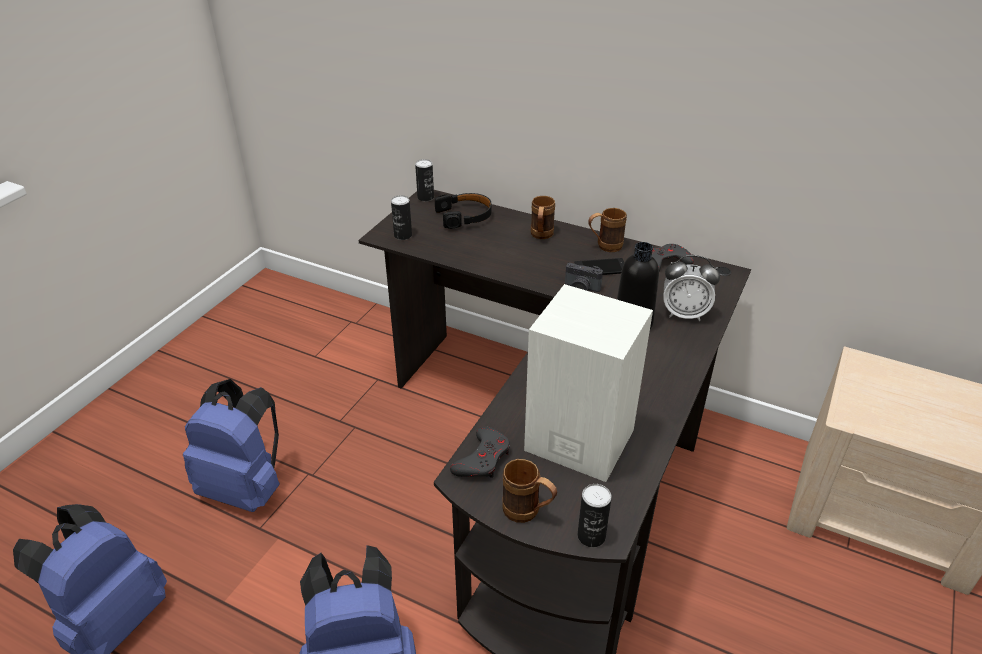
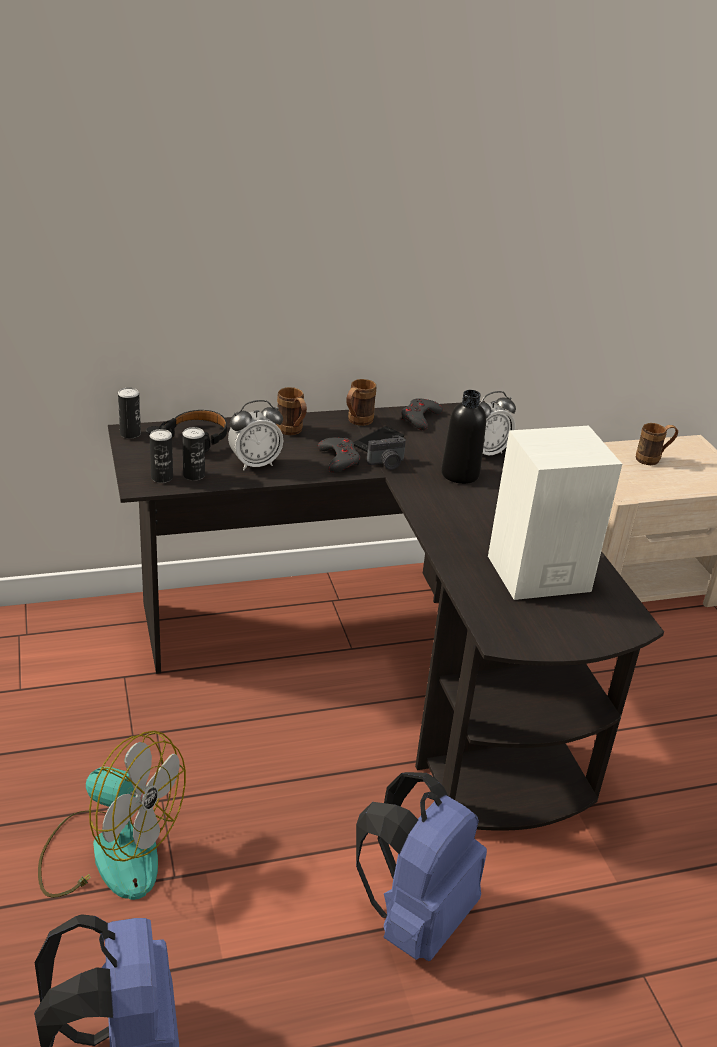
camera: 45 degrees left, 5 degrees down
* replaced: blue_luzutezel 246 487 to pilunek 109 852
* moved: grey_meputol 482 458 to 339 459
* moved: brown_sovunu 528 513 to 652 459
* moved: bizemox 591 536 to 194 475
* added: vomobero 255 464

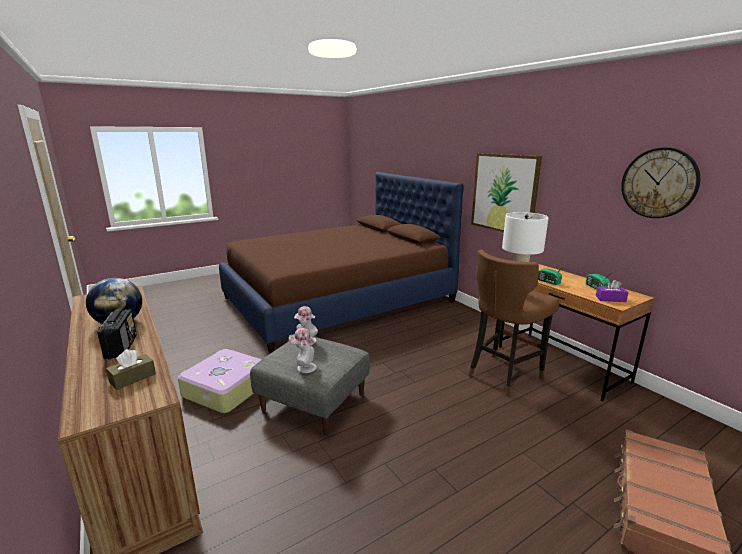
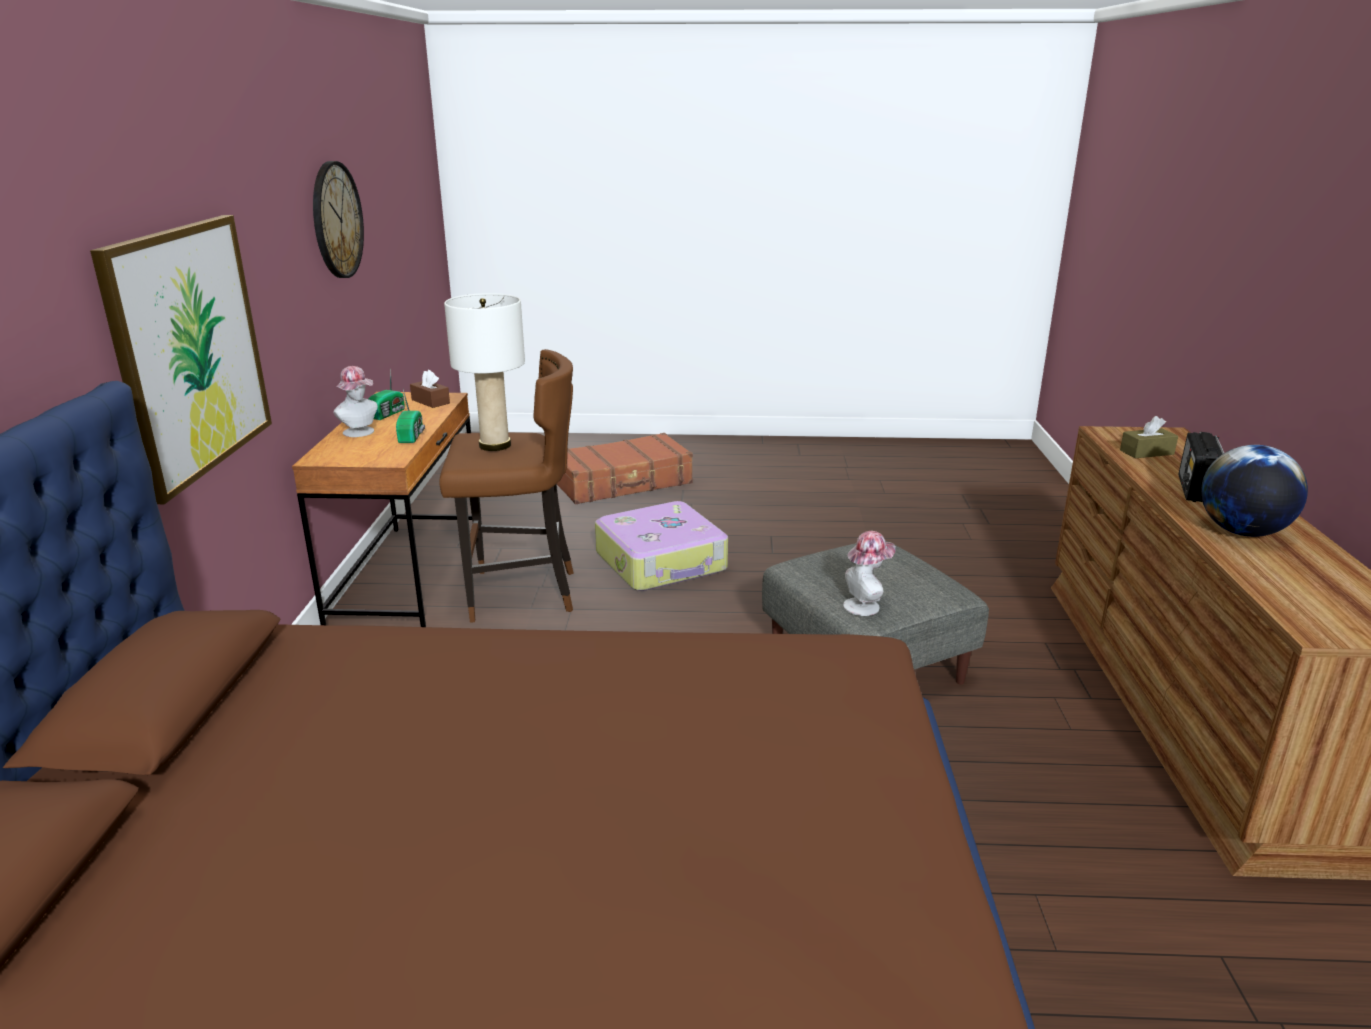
camera: 145 degrees left, 5 degrees up
* recoloured: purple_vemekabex 610 299 to brown_vemekabex 430 401
* moved: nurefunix 304 367 to 361 433
* moved: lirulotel 225 389 to 662 562

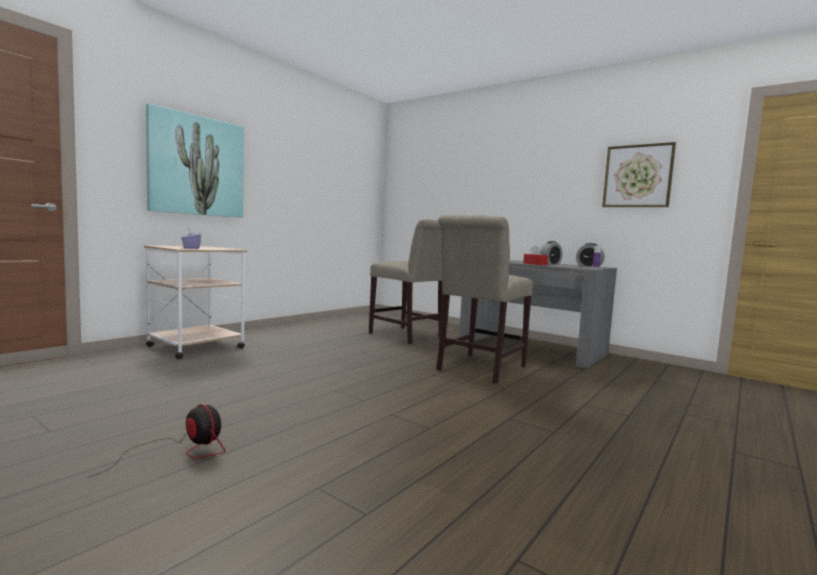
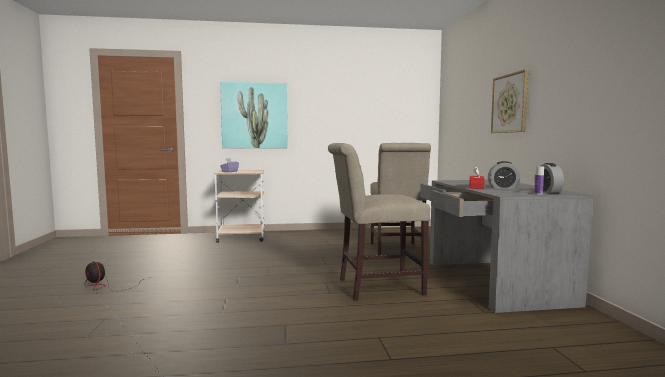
camera: 45 degrees right, 0 degrees up
* moved: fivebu 637 176 to 509 103
* turned: pilunek 181 451 = 108 286 135 degrees clockwise

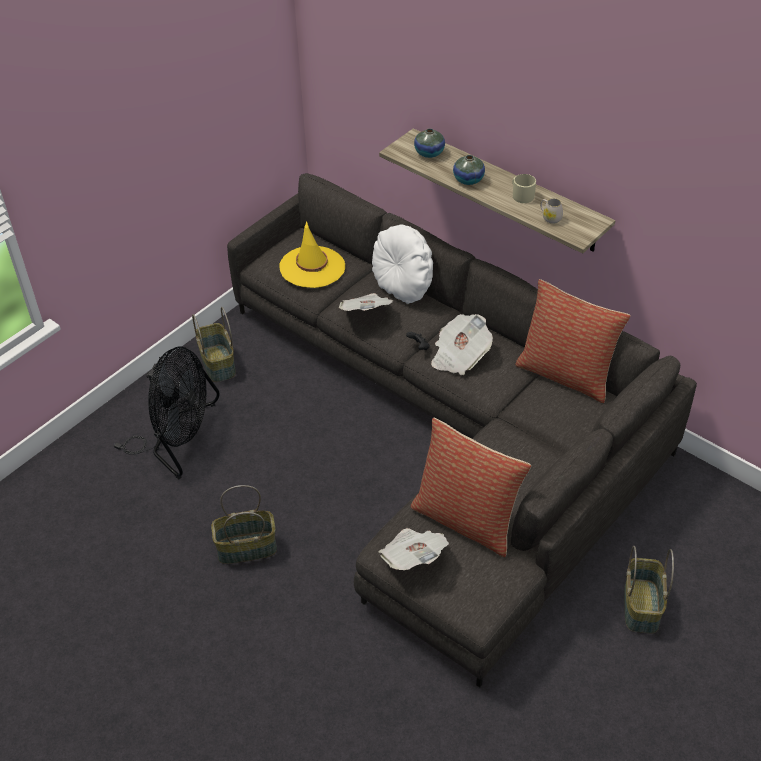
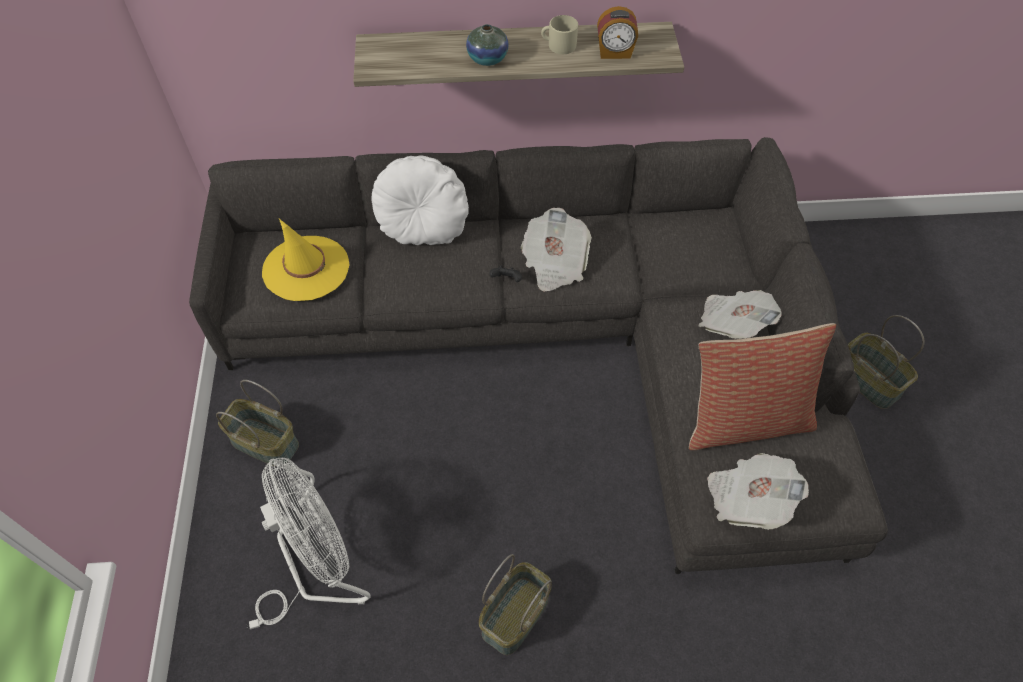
camera: 45 degrees left, 10 degrees up
* removed: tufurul 429 153
* replaced: white_sovunu 550 217 to vomobero 614 53
* removed: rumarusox 566 374
* moved: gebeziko 366 313 to 733 323
* recoloured: black_pilunek 176 439 to white_pilunek 312 562

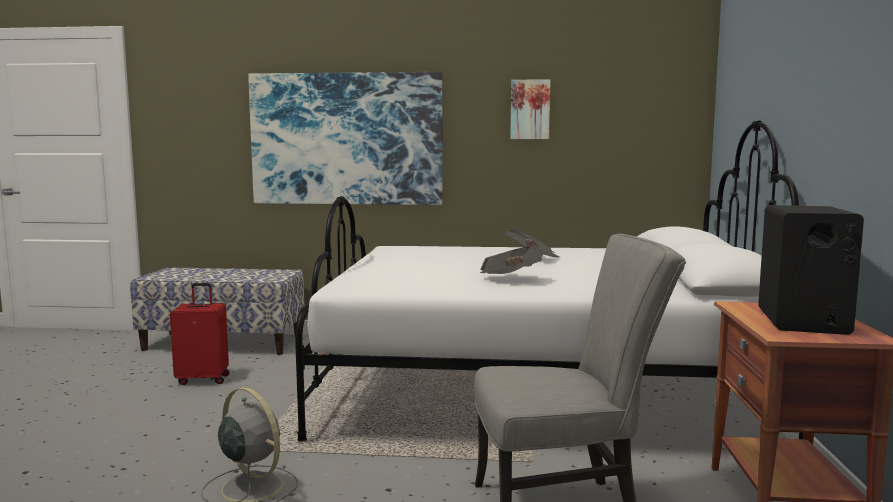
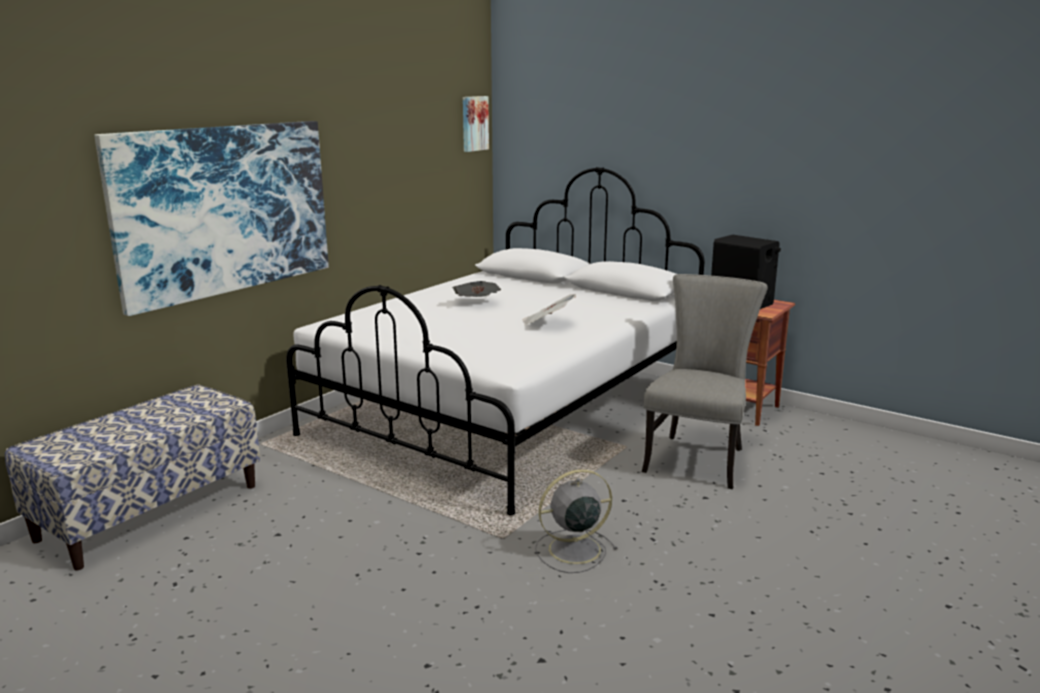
camera: 60 degrees left, 10 degrees up
* moved: fivebu 530 109 to 474 123
* removed: red_lirulotel 203 379

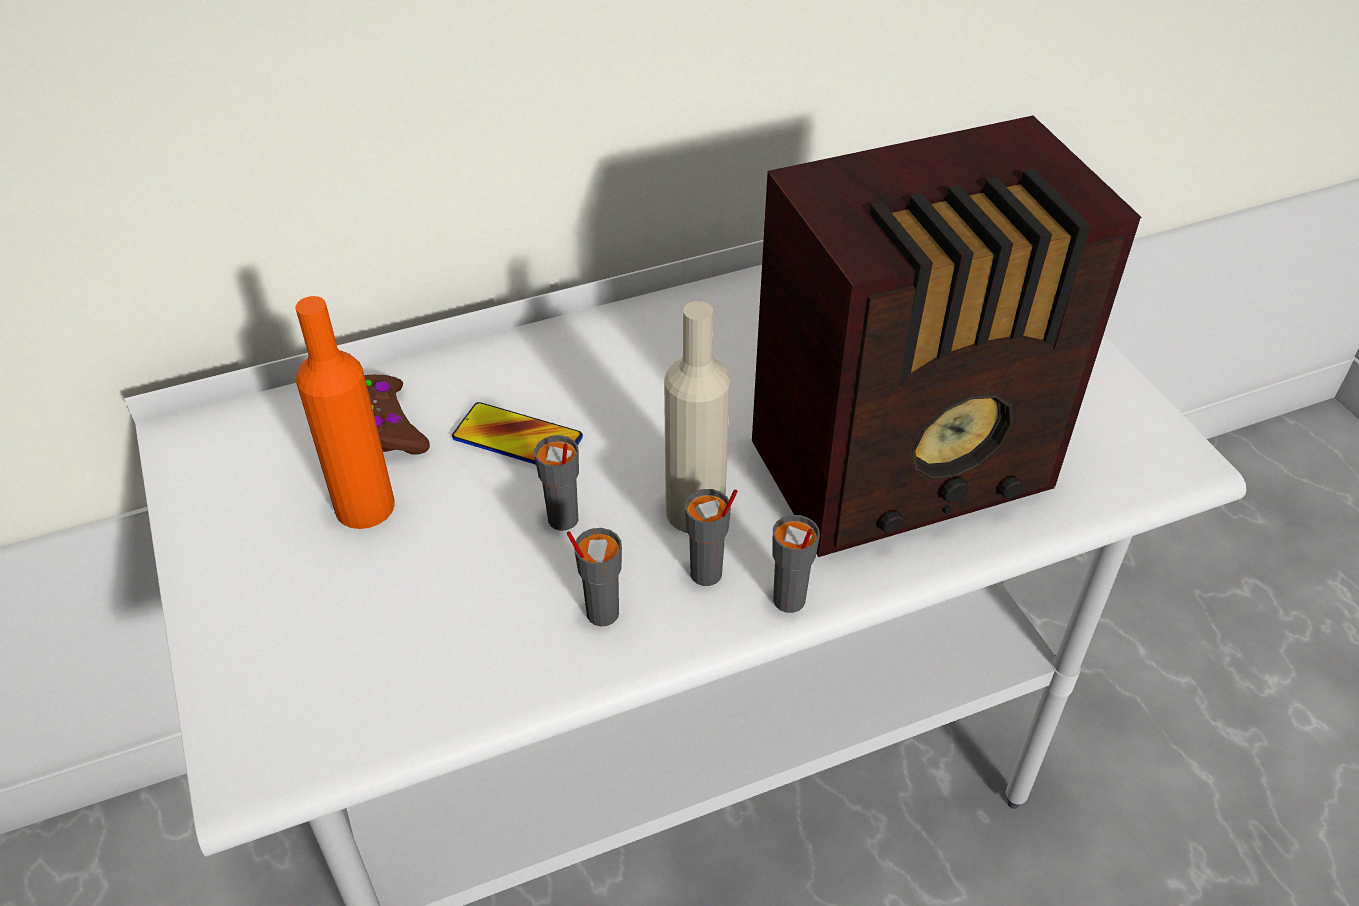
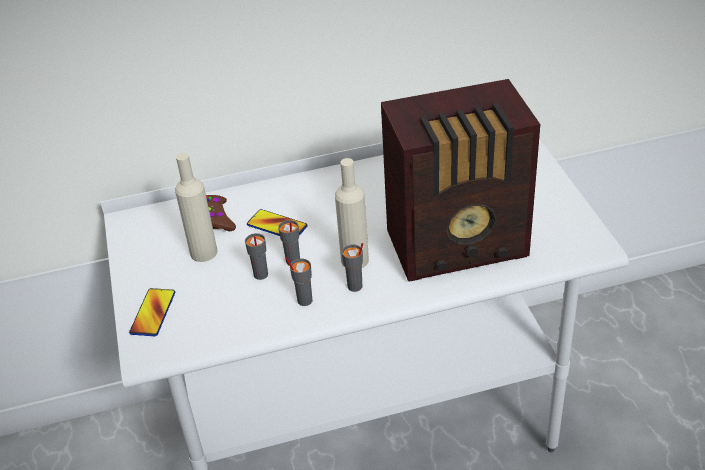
camera: 10 degrees right, 5 degrees down
* recoloured: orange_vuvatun 365 506 to beige_vuvatun 203 252
* moved: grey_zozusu 788 601 to 260 275
* added: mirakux 153 313

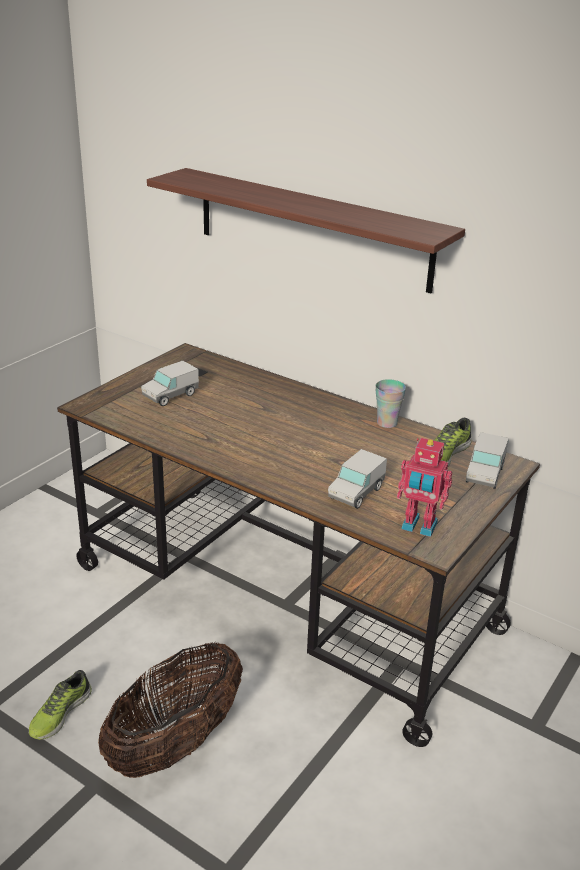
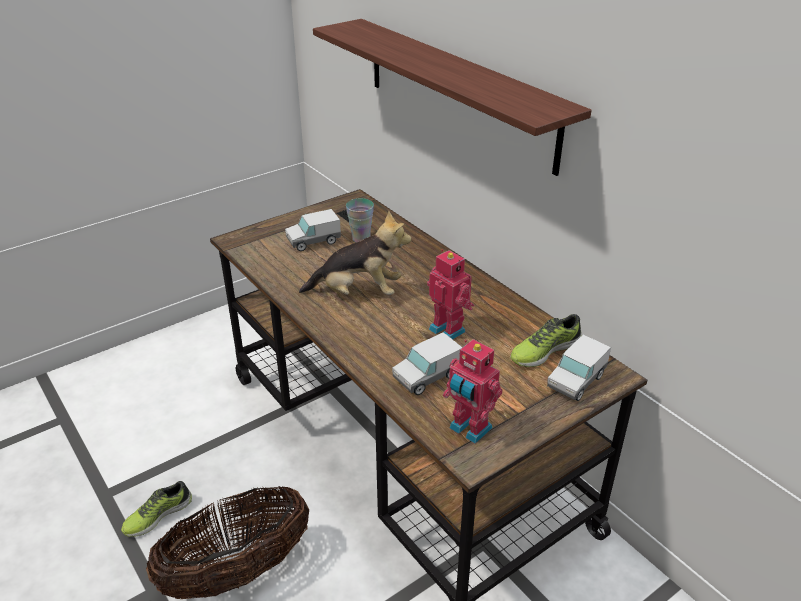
camera: 20 degrees right, 5 degrees up
* moved: zozusu 387 423 to 361 238
* added: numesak 358 292
* added: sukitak 449 329

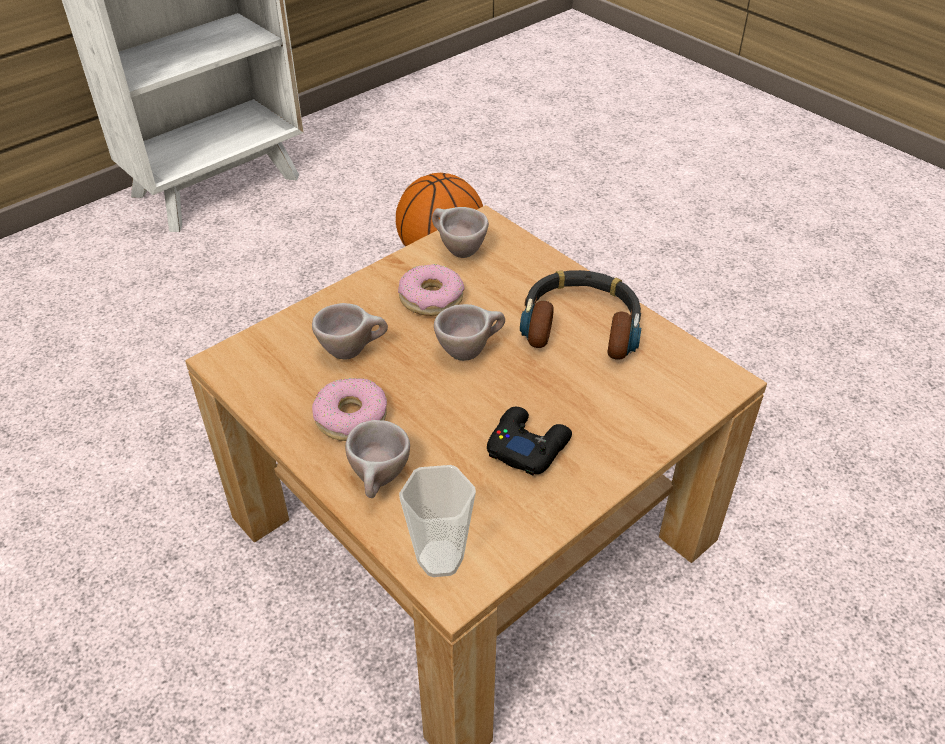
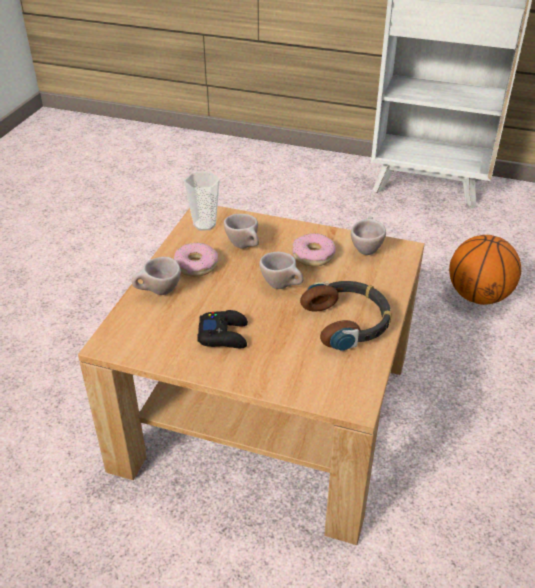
camera: 60 degrees right, 5 degrees down
* moved: zozusu 440 558 to 204 224

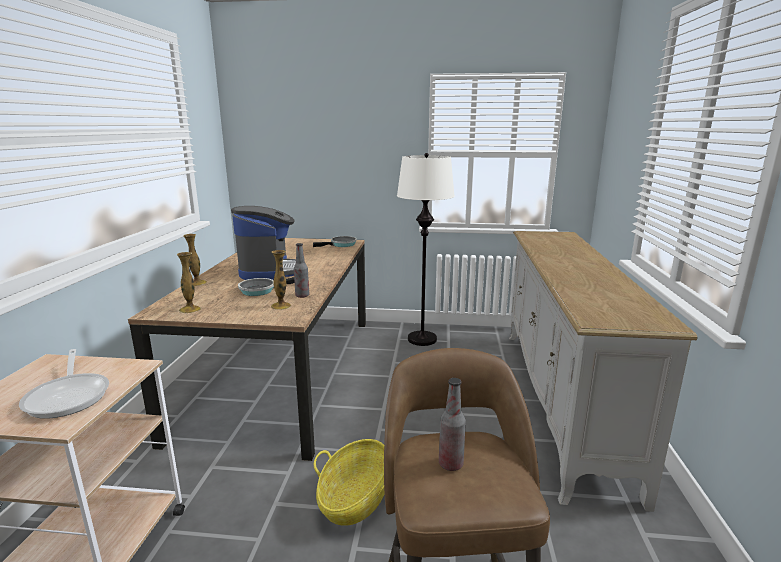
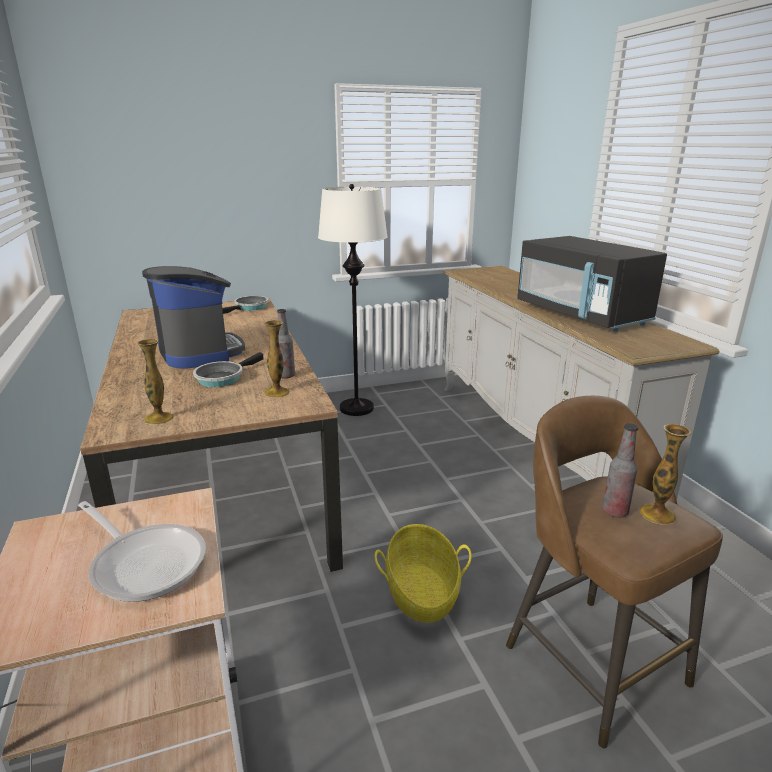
camera: 25 degrees left, 5 degrees up
* moved: tufurul 197 283 to 657 514
* added: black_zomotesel 581 315

